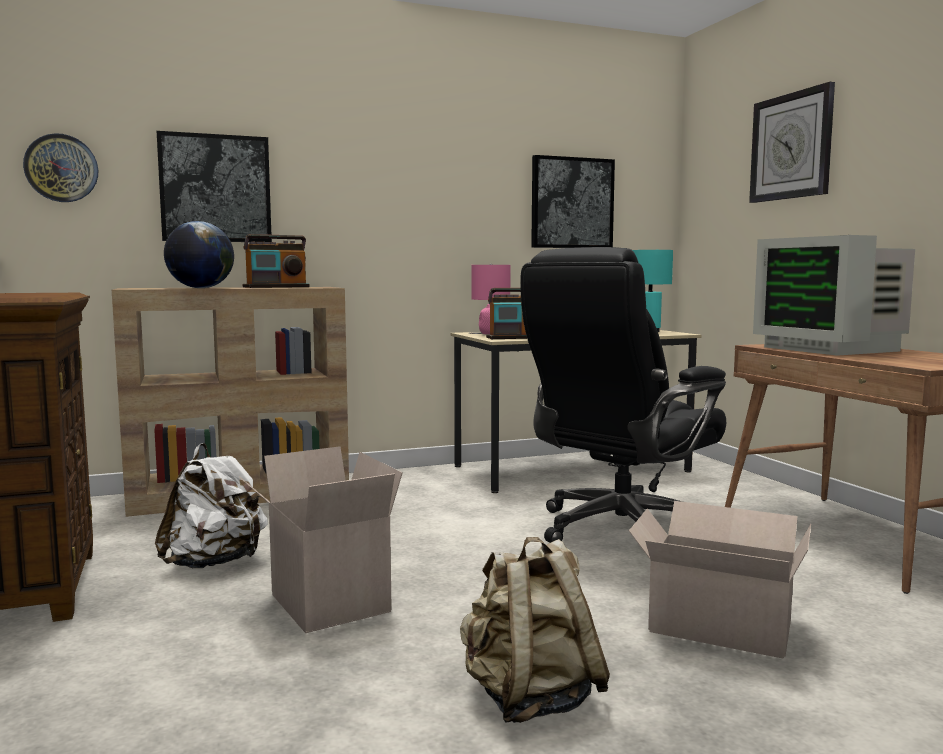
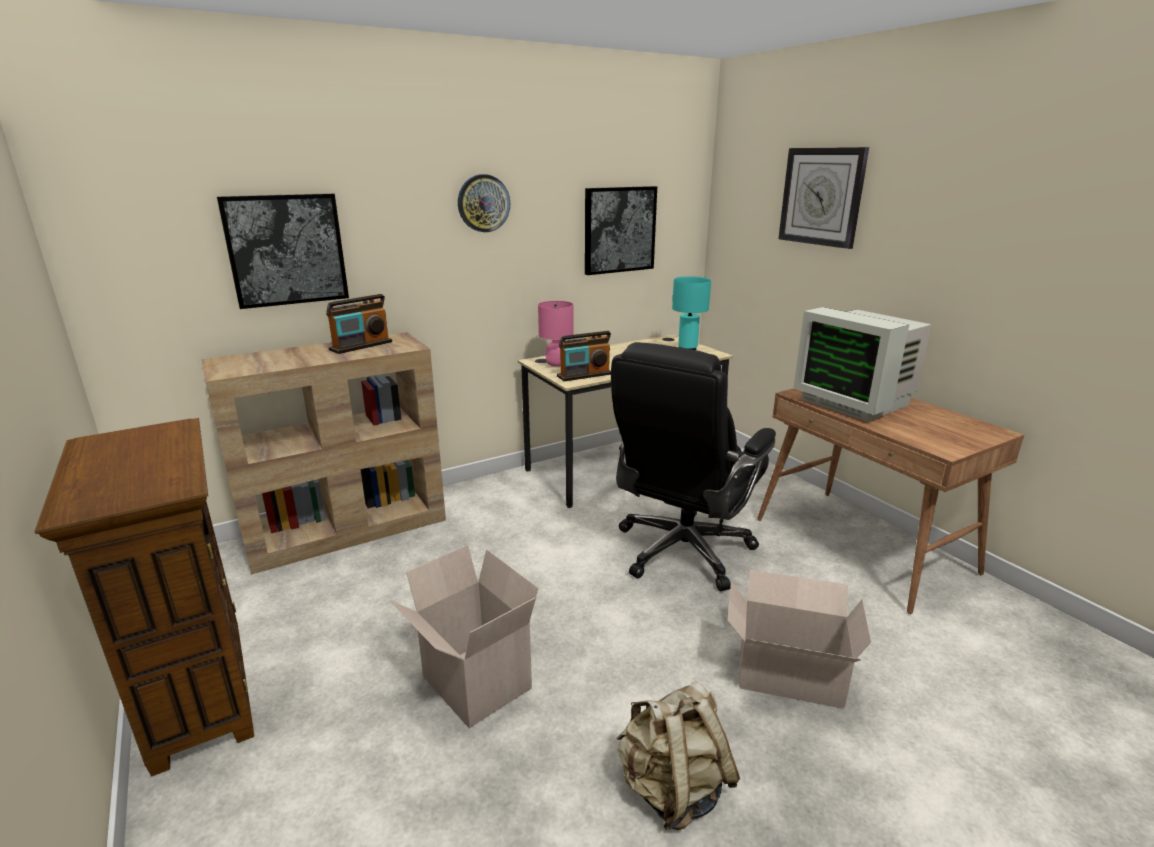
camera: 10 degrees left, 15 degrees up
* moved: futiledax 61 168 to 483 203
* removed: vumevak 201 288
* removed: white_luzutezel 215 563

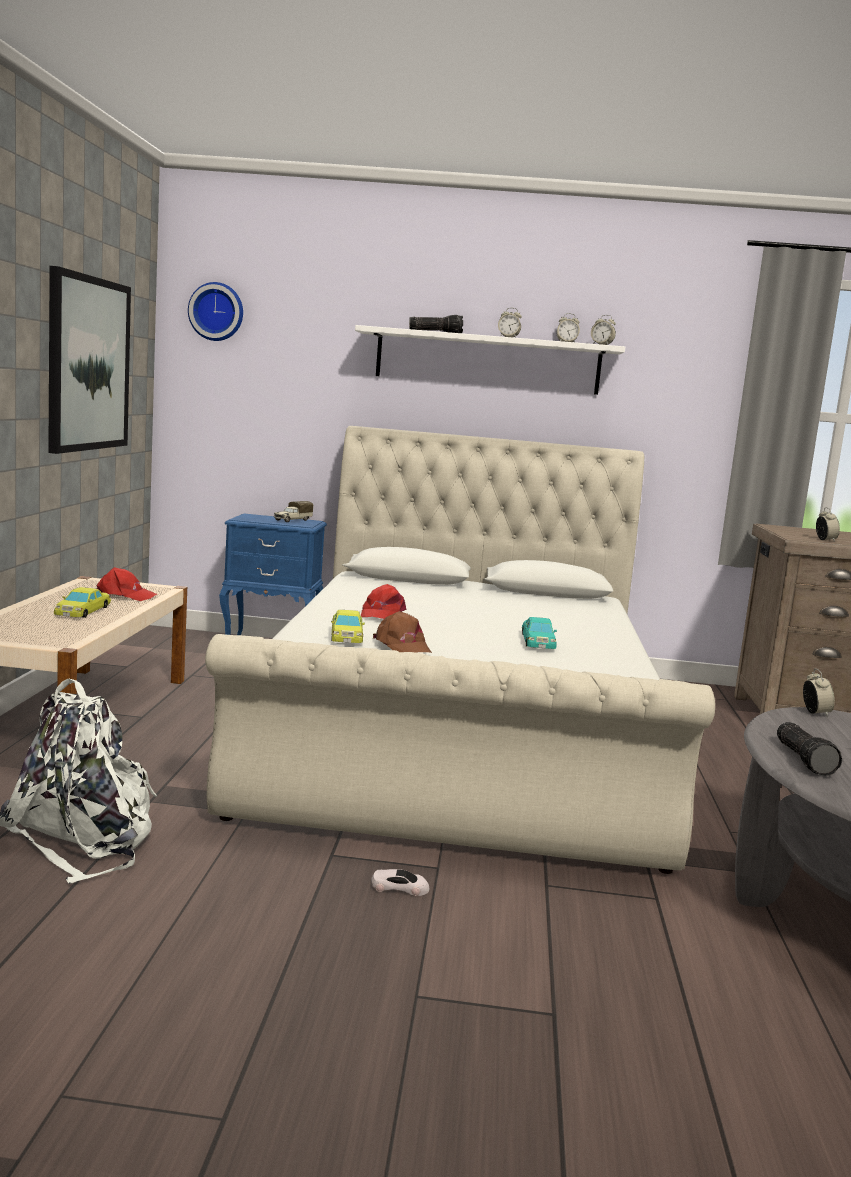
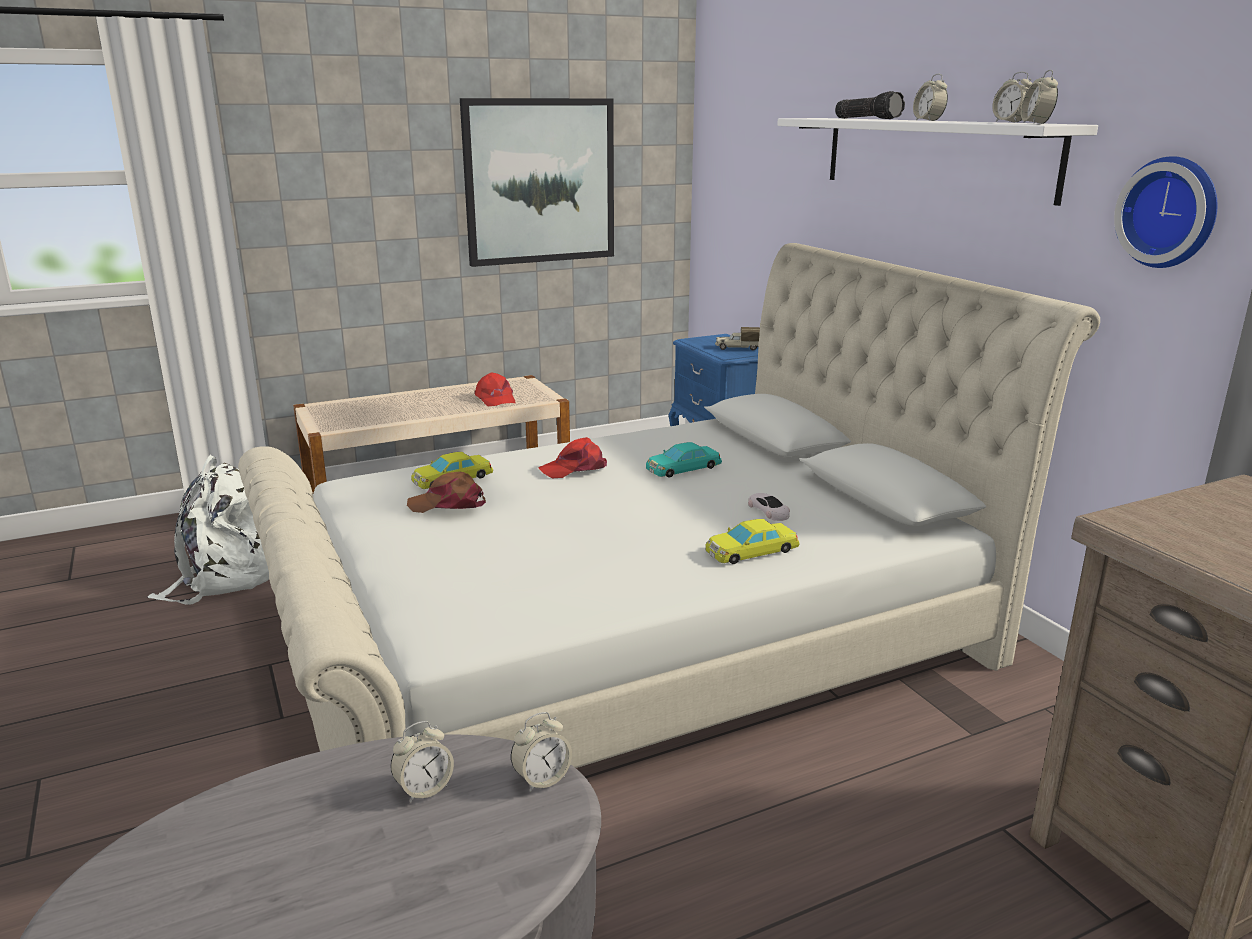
camera: 60 degrees right, 10 degrees up
* moved: futiledax 217 312 to 1171 212
* moved: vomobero 825 540 to 424 789
* moved: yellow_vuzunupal 82 611 to 751 550
* turned: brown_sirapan 402 646 = 448 504 60 degrees clockwise
* moved: turquoise_vuzunupal 538 641 to 683 468
* removed: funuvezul 805 760
* moved: white_vuzunupal 400 888 to 769 511

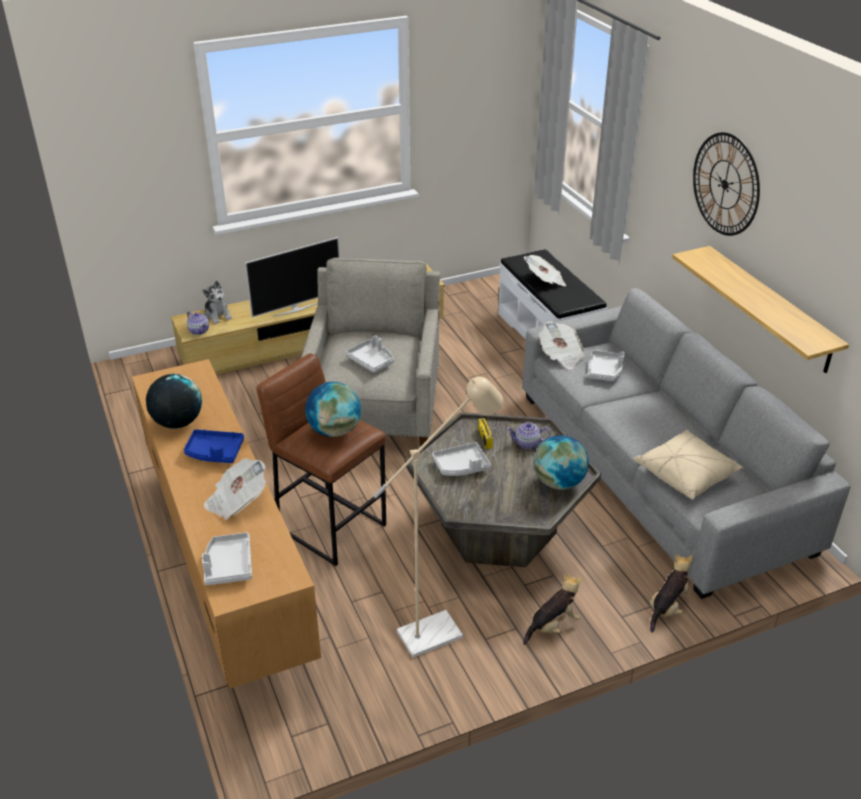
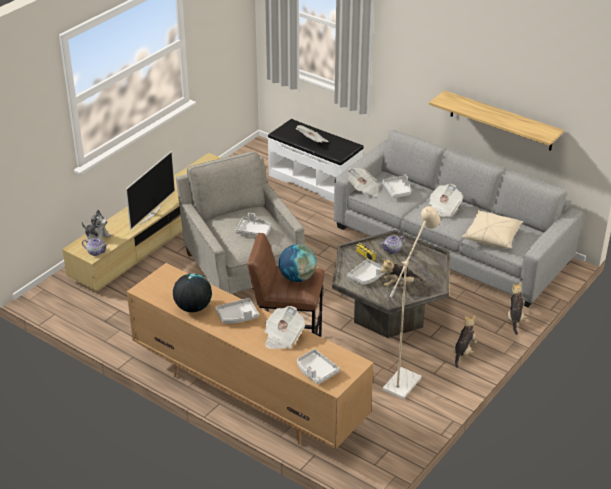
camera: 30 degrees left, 0 degrees up
* removed: futiledax 725 184
* recoloured: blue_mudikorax 214 452 to grey_mudikorax 237 316
* removed: vumevak 559 483
* added: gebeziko 443 209
* added: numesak 399 284

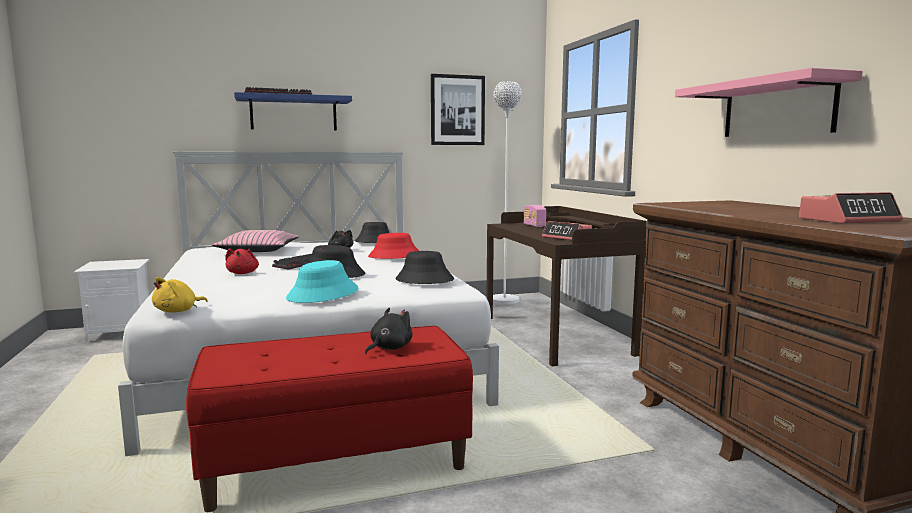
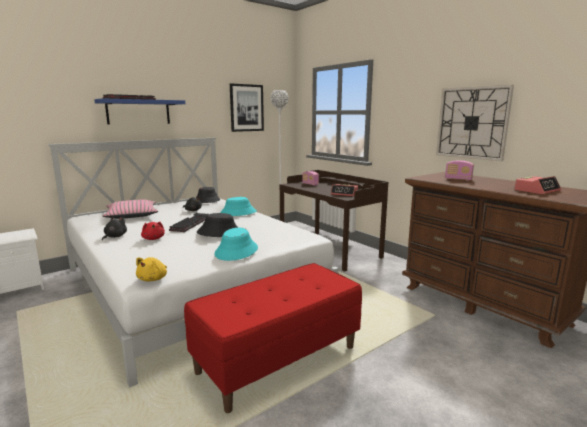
camera: 20 degrees left, 5 degrees up
* replaced: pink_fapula 777 108 to futiledax 472 123
* recoloured: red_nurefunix 395 256 to turquoise_nurefunix 238 213
* removed: black_nurefunix 424 280
* moved: black_numesak 389 348 to 114 236
* added: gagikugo 458 179

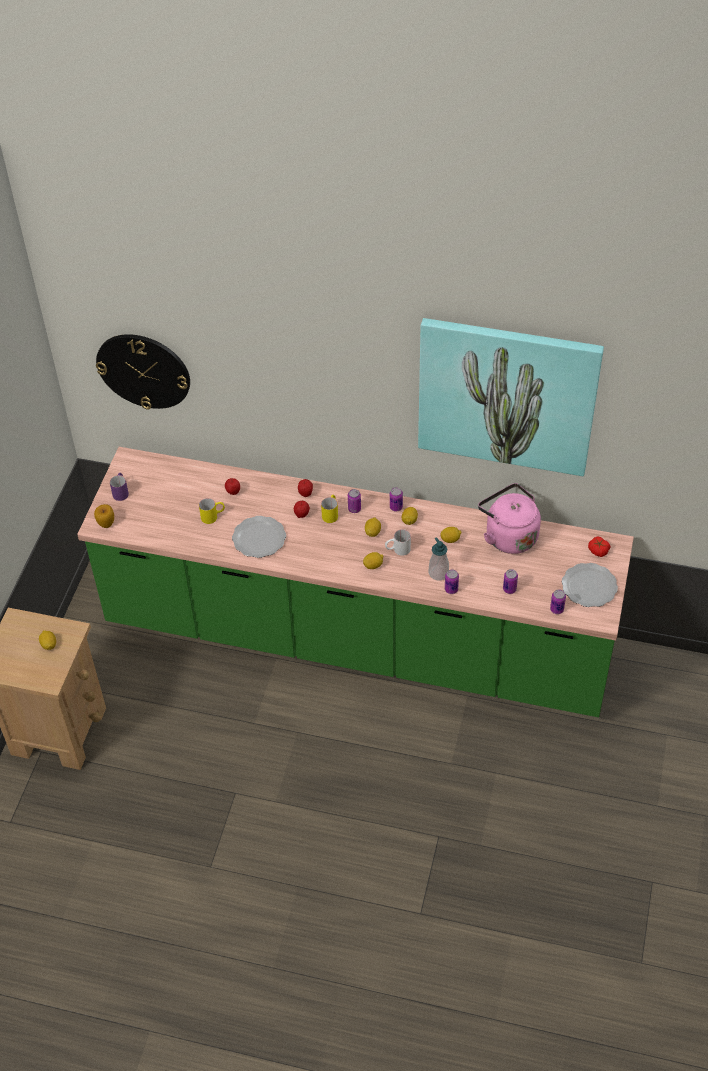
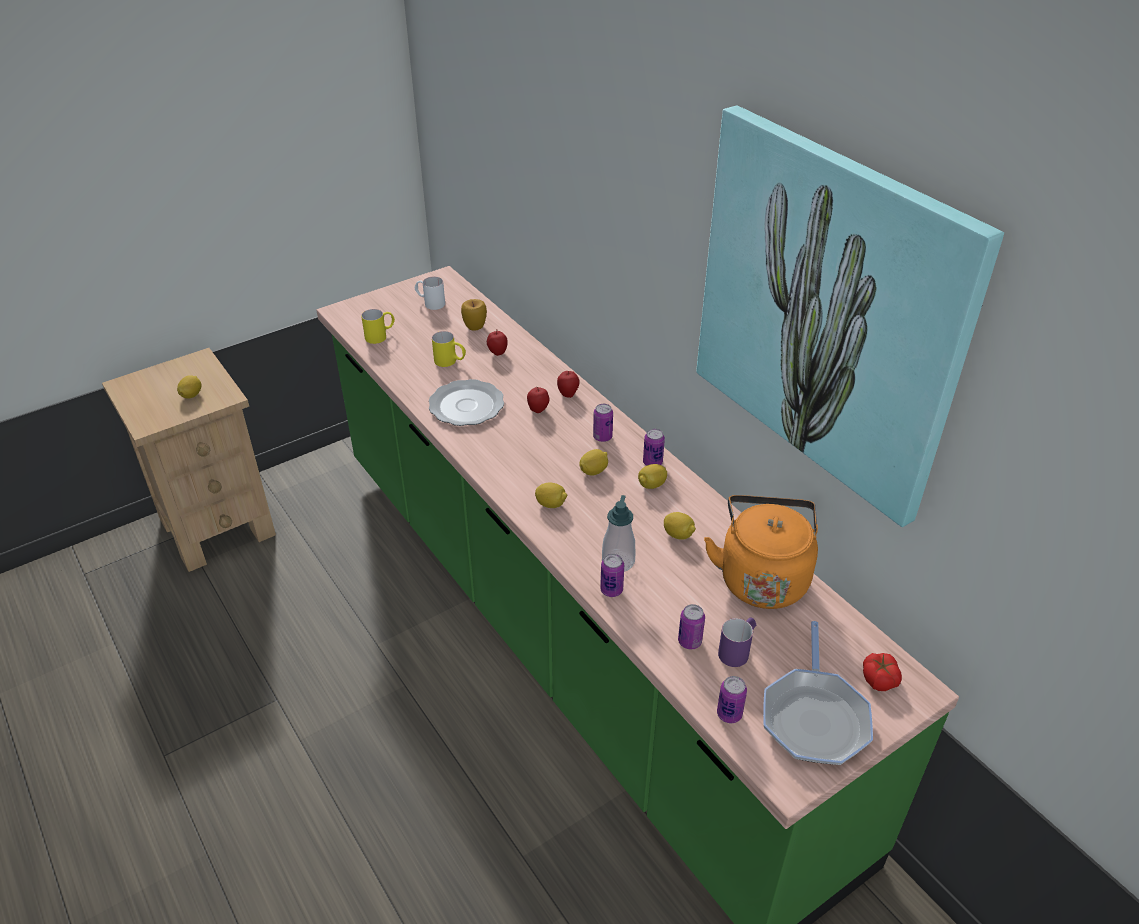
camera: 40 degrees right, 10 degrees down
* removed: futiledax 143 370
* moved: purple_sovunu 121 491 to 737 650
* recoloured: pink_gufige 508 535 to orange_gufige 762 577
* moved: yellow_sovunu 331 513 to 380 336
* moved: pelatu 106 523 to 475 327
* moved: white_sovunu 397 550 to 430 303
* replaced: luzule 589 586 to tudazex 814 716

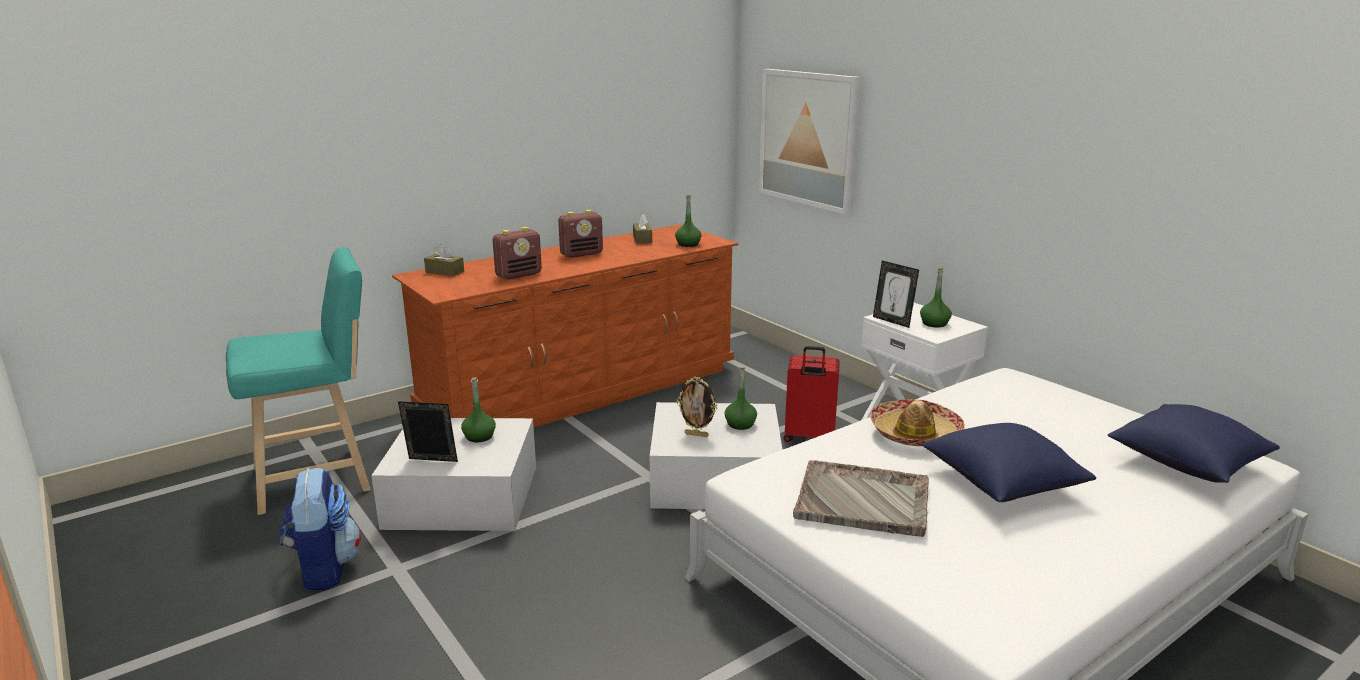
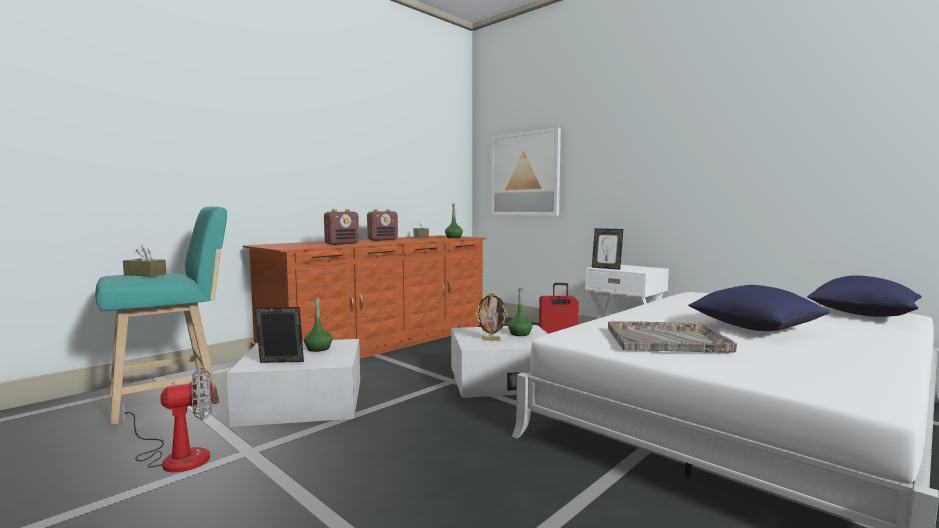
camera: 10 degrees left, 15 degrees down
* moved: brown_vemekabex 444 272 to 145 274
* removed: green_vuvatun 934 323
* removed: nurefunix 915 433
* replaced: luzutezel 324 568 to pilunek 176 457

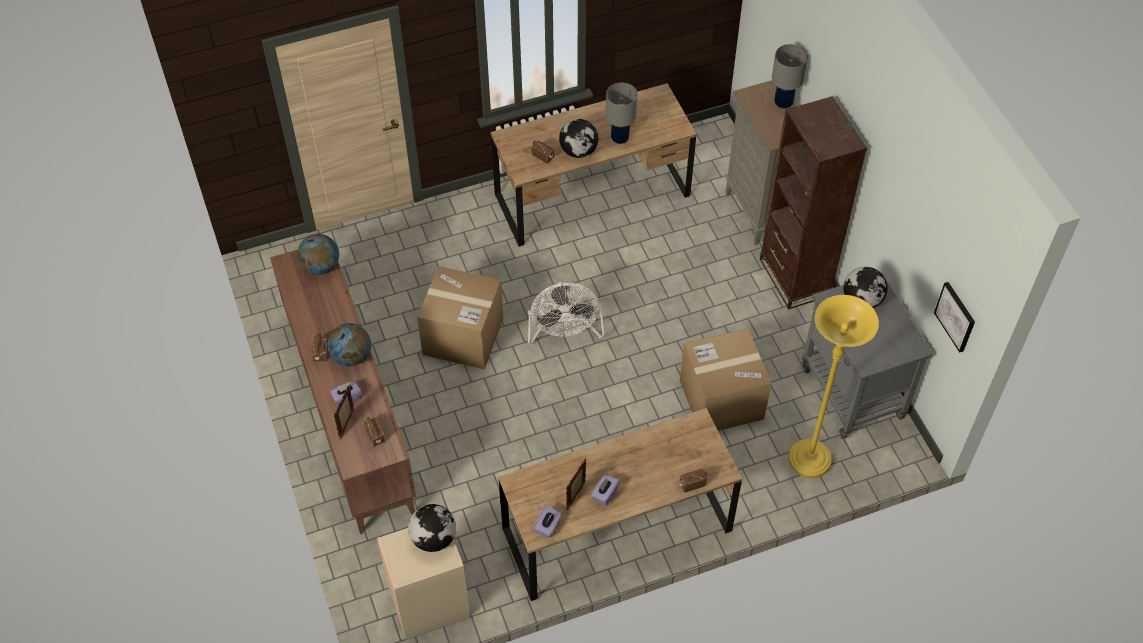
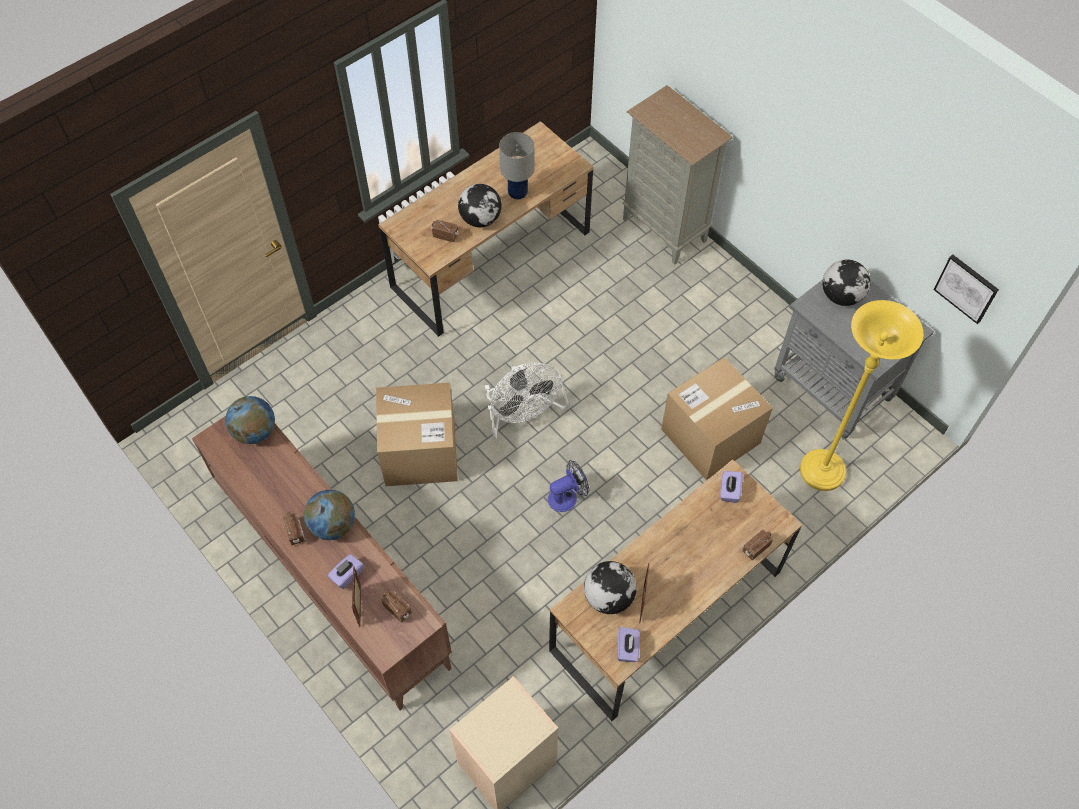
camera: 20 degrees left, 5 degrees up
* removed: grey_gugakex 783 103
* removed: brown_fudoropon 794 277
* moved: purple_vemekabex 604 494 to 729 491
* moved: vumevak 434 538 to 608 596
* added: pilunek 567 496

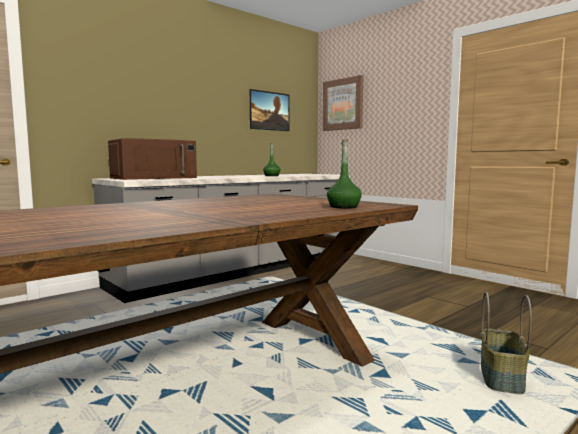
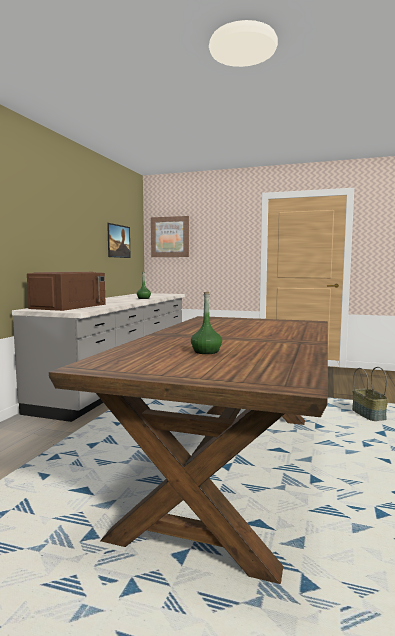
camera: 30 degrees left, 0 degrees up
* moved: green_vuvatun 343 207 to 206 352

